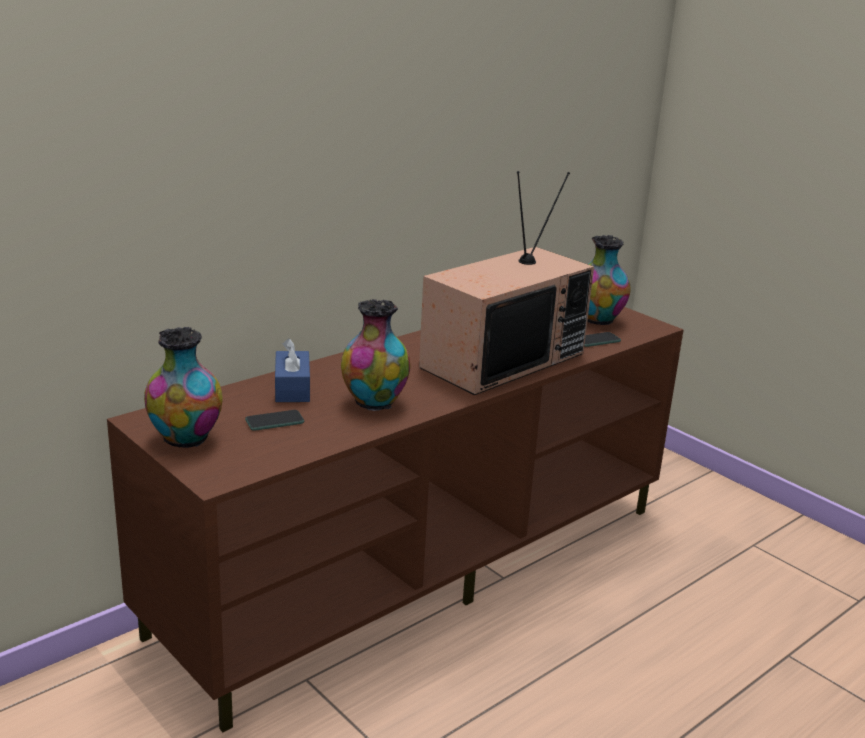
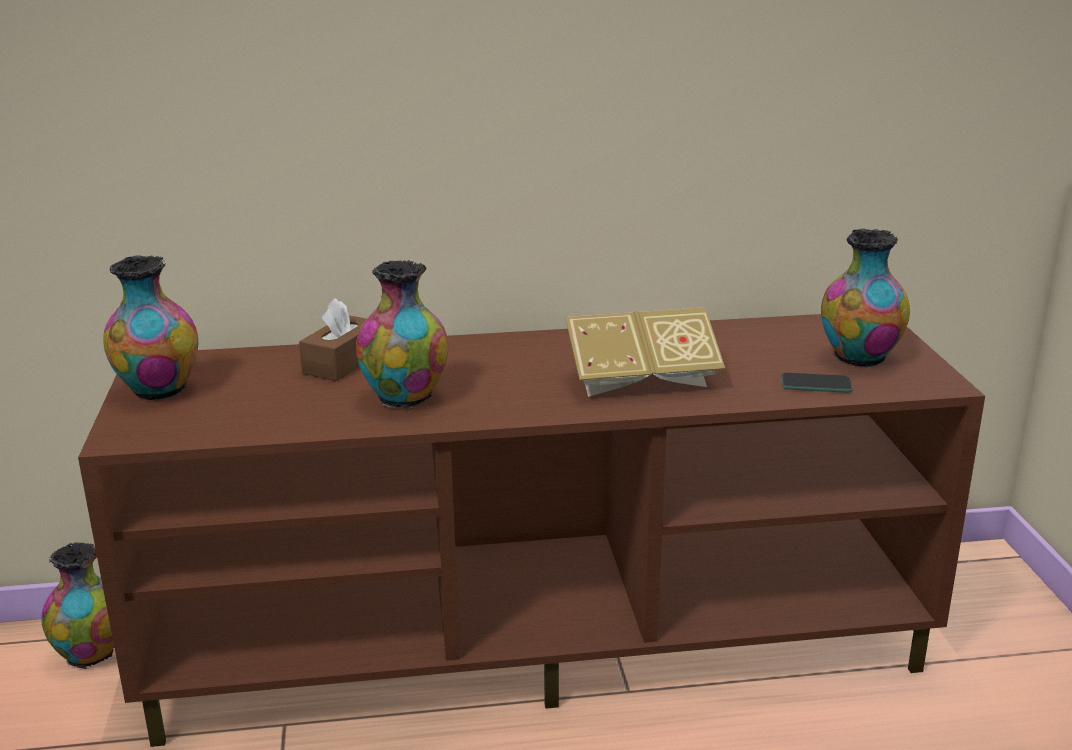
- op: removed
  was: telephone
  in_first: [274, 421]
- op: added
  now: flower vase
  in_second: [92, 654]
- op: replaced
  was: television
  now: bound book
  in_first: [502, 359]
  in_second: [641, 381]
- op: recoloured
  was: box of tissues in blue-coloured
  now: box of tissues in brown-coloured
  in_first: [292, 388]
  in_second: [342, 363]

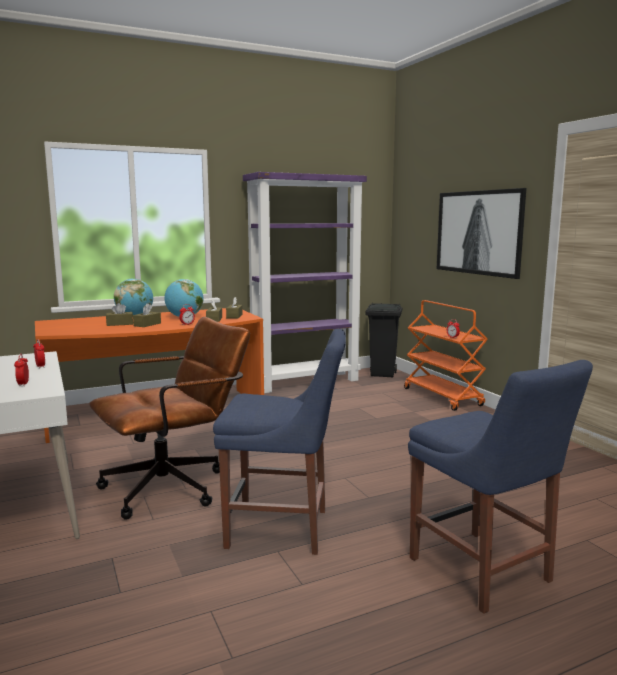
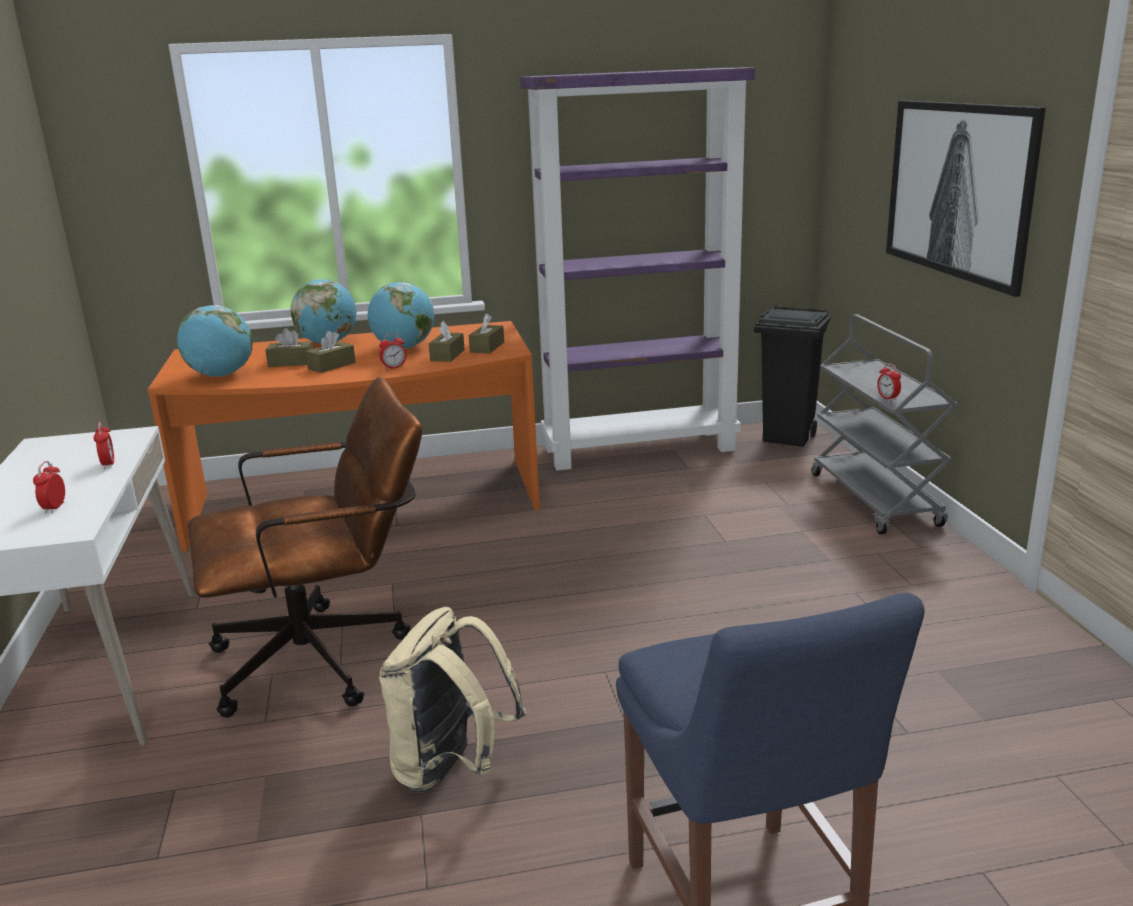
- op: added
  now: world globe
  in_second: [221, 375]
- op: replaced
  was: plain chair in blue-coloured
  now: backpack in beige
  in_first: [283, 529]
  in_second: [451, 769]
- op: recoloured
  was: cart in orange
  now: cart in gray
  in_first: [443, 397]
  in_second: [875, 500]

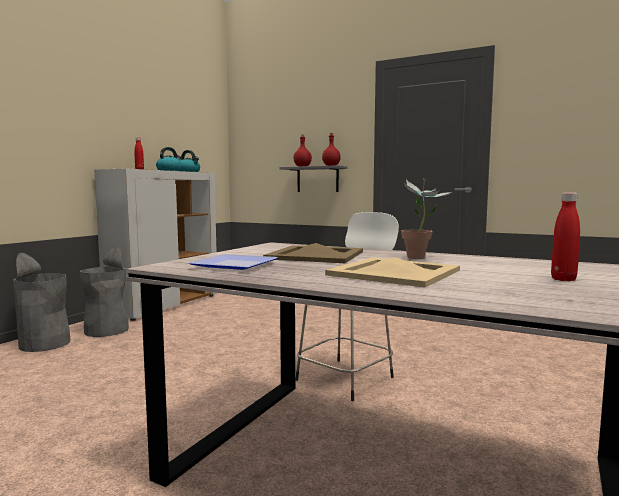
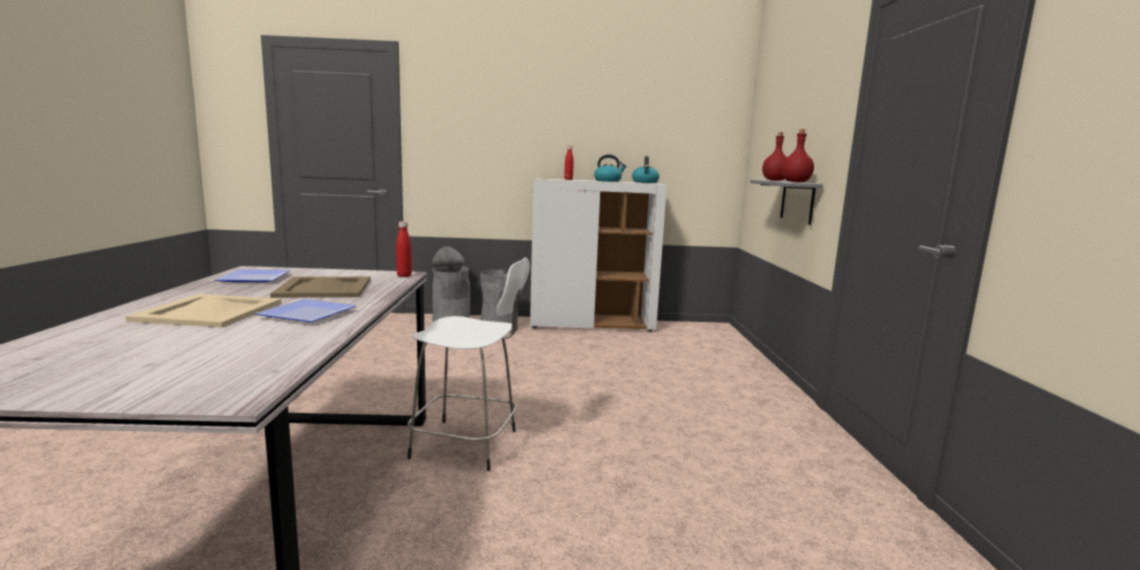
- op: moved
  was: bottle in red
  in_first: [563, 279]
  in_second: [404, 276]
- op: replaced
  was: plant in a pot
  now: plate
  in_first: [421, 258]
  in_second: [311, 314]

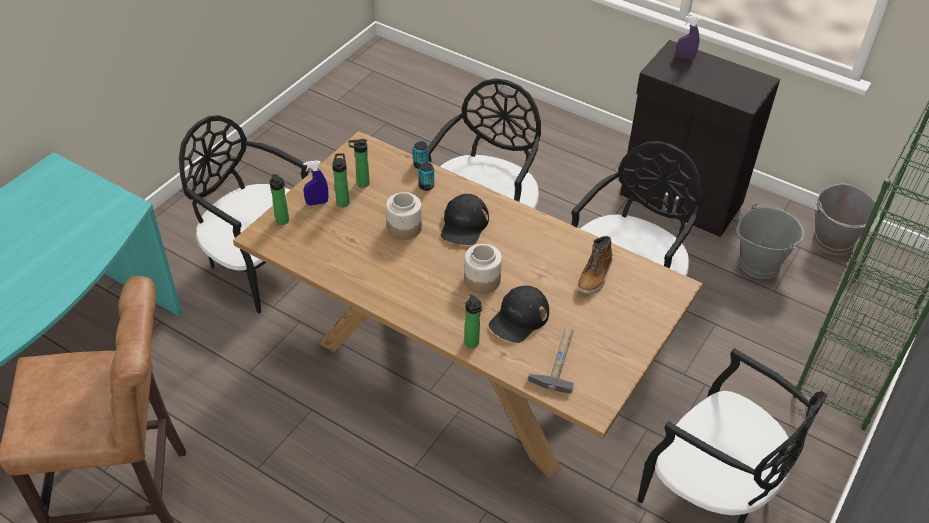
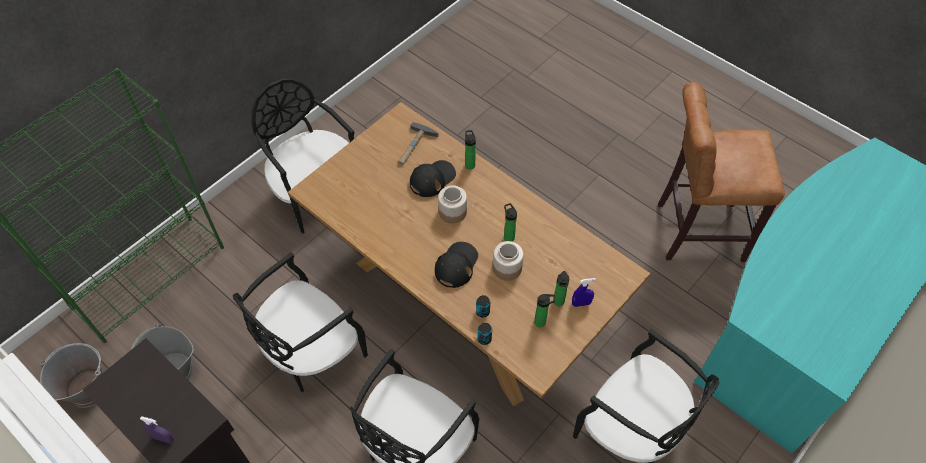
- op: removed
  was: tall boot
  in_first: [595, 275]
- op: moved
  was: bottle
  in_first: [283, 222]
  in_second: [508, 236]

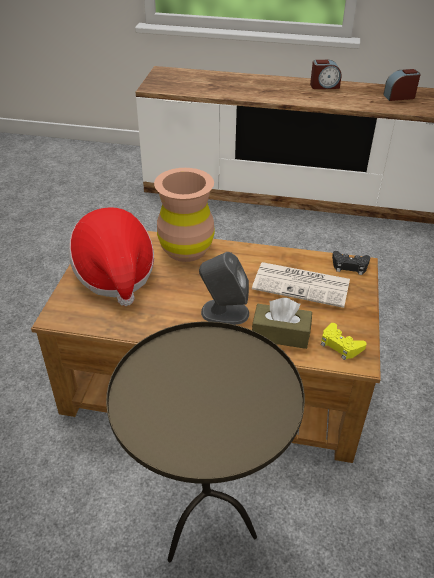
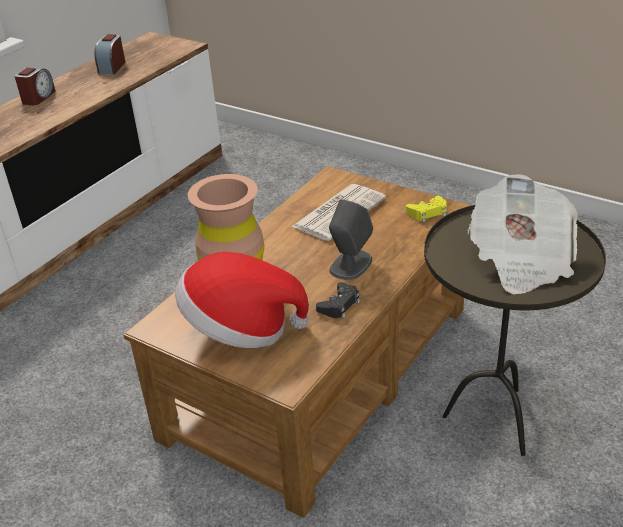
- op: removed
  was: box of tissues in brown-coloured
  in_first: [280, 334]
- op: added
  now: daily paper
  in_second: [520, 259]
- op: moved
  was: joypad in black
  in_first: [349, 266]
  in_second: [339, 305]

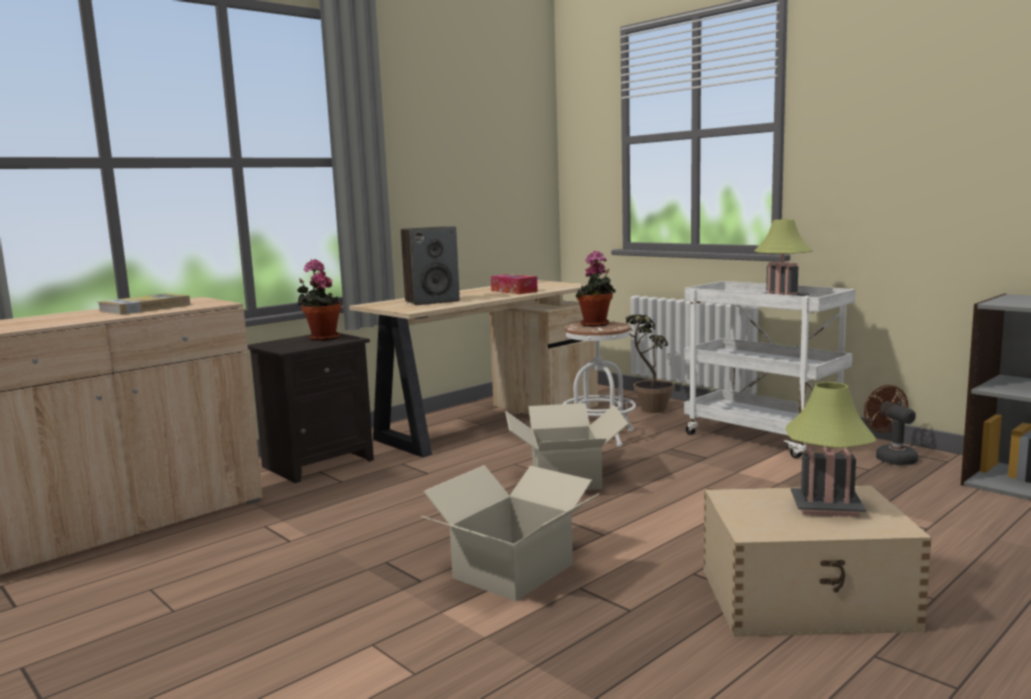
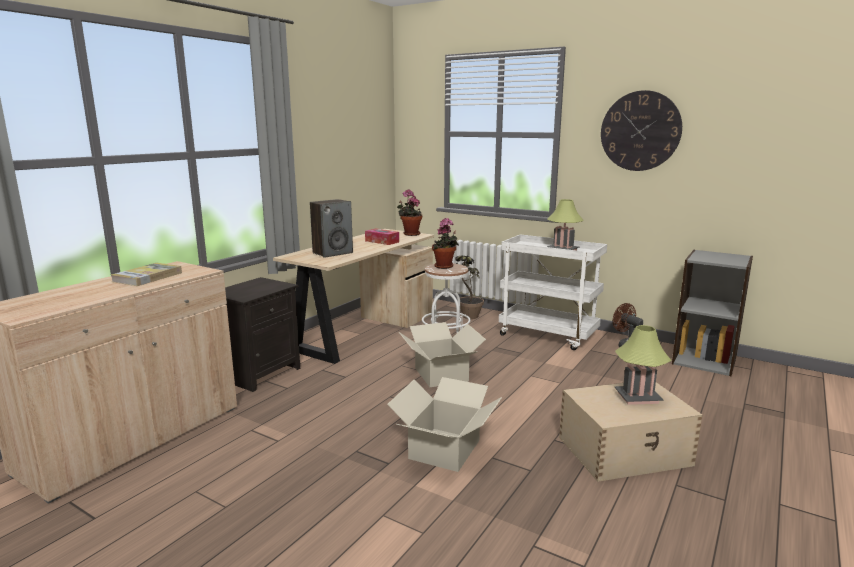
- op: added
  now: hanging clock
  in_second: [640, 131]
- op: moved
  was: plant in a pot
  in_first: [322, 338]
  in_second: [410, 234]

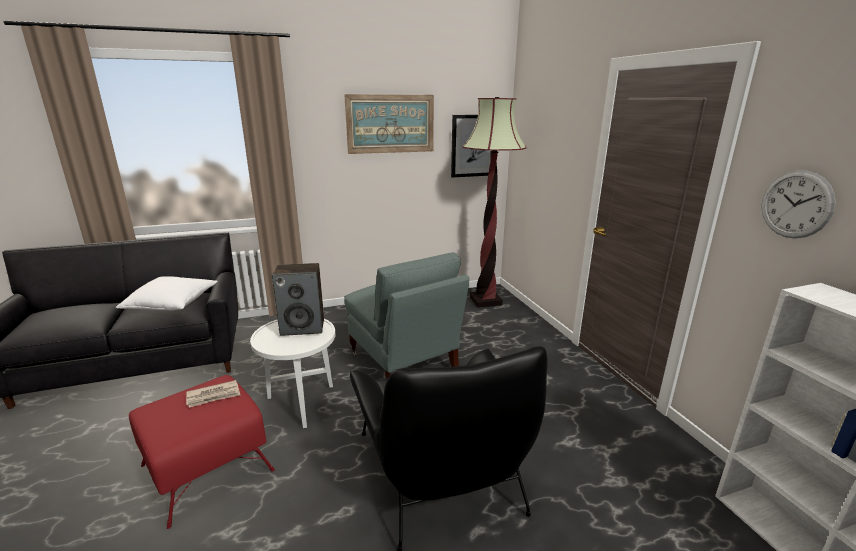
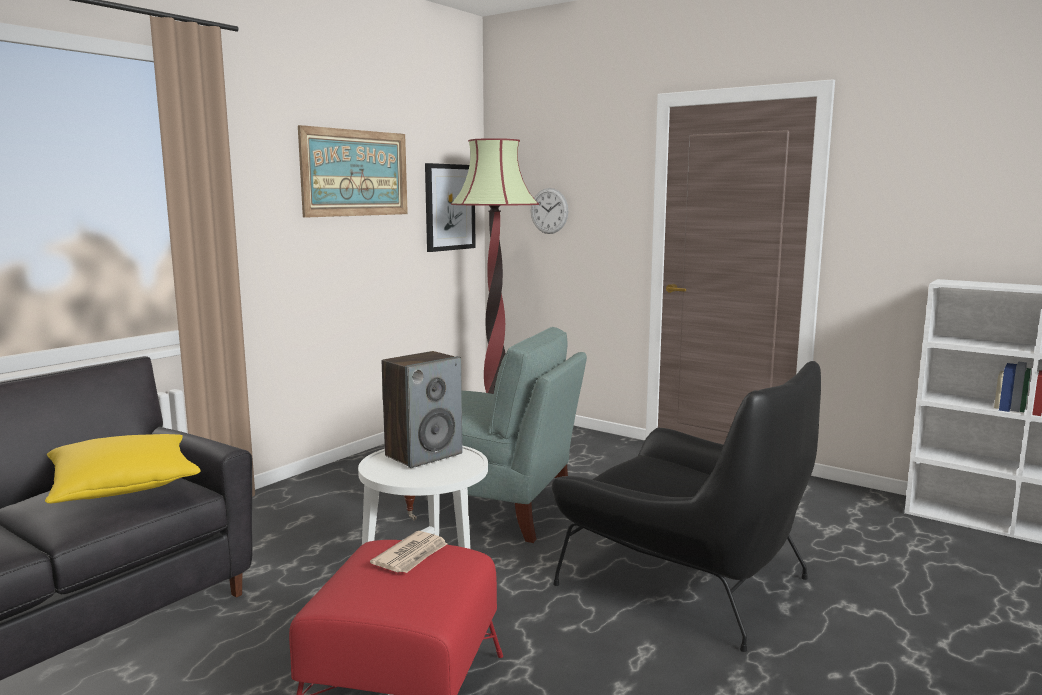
- op: moved
  was: hanging clock
  in_first: [796, 204]
  in_second: [549, 211]
- op: recoloured
  was: pillow in white-coloured
  now: pillow in yellowish
  in_first: [172, 304]
  in_second: [124, 486]

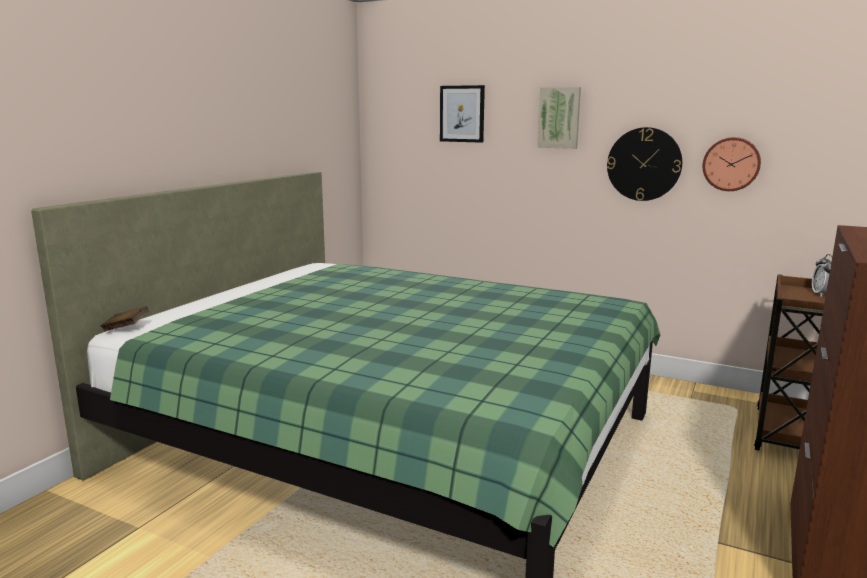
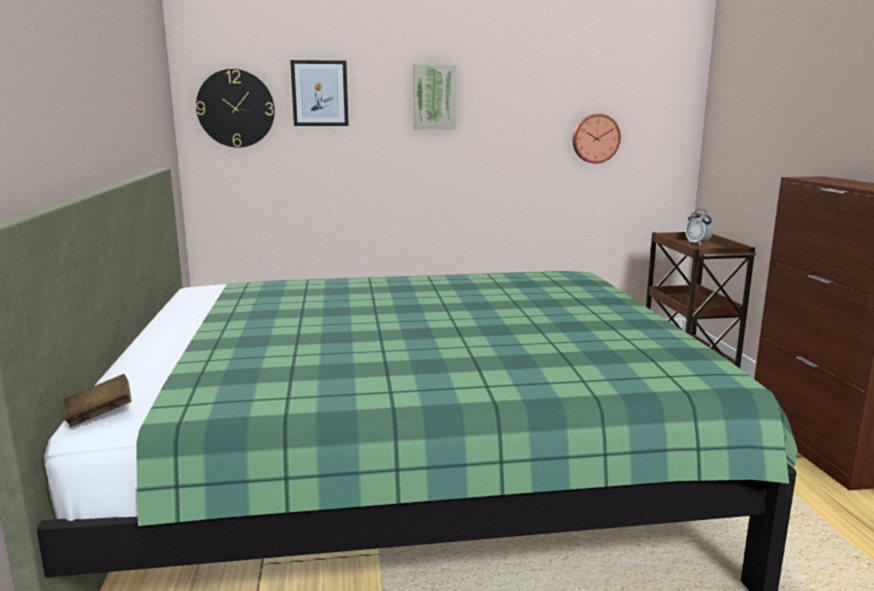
- op: moved
  was: hanging clock
  in_first: [644, 164]
  in_second: [236, 108]

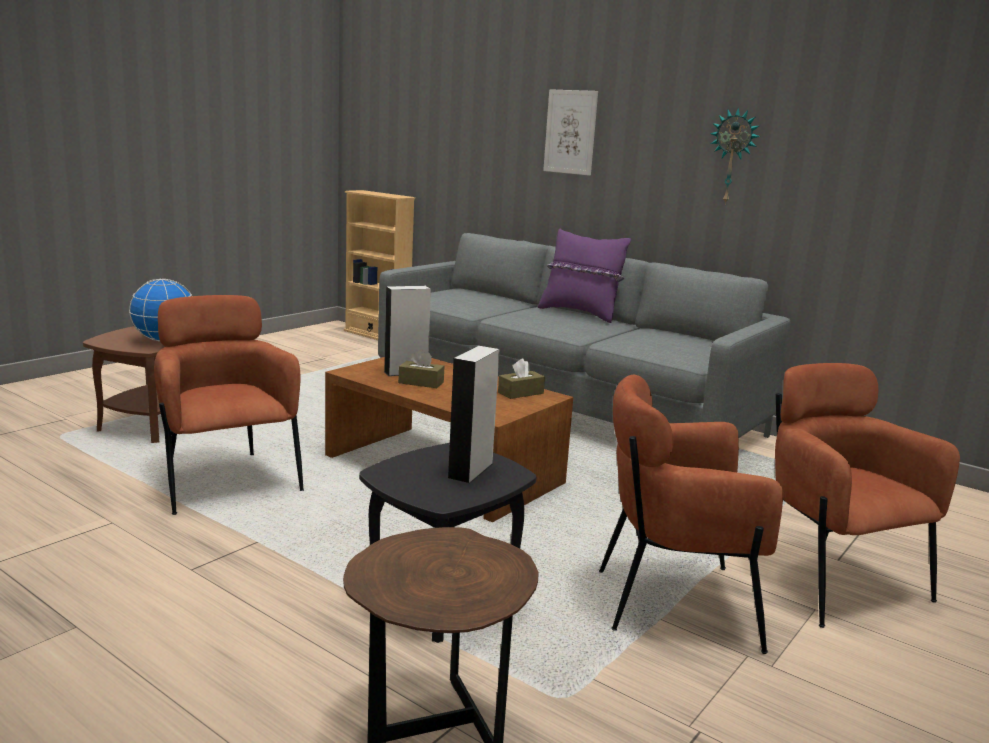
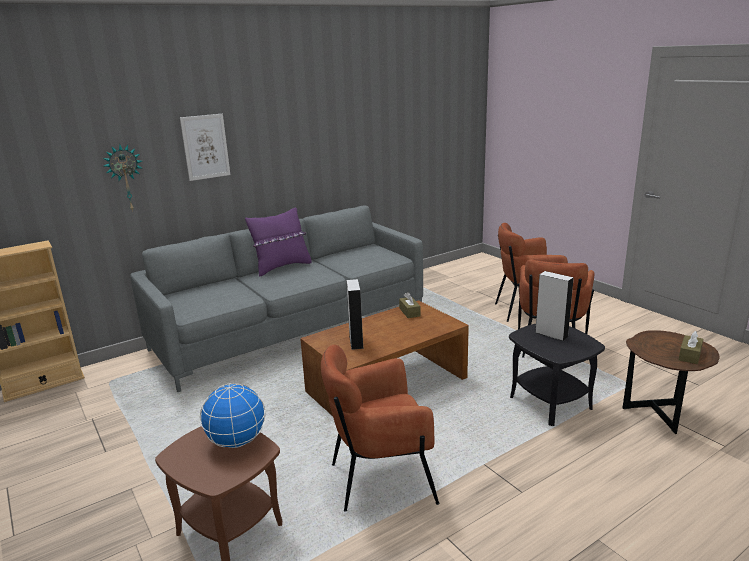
- op: moved
  was: box of tissues in brown-coloured
  in_first: [421, 382]
  in_second: [689, 355]
- op: moved
  was: hanging clock
  in_first: [733, 156]
  in_second: [125, 178]

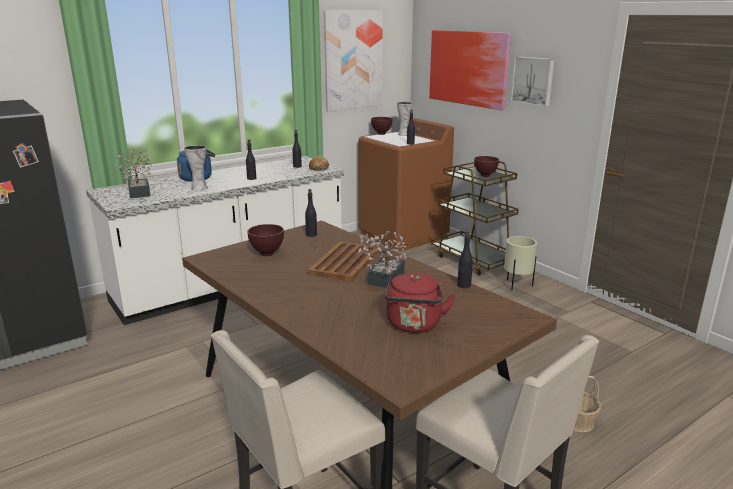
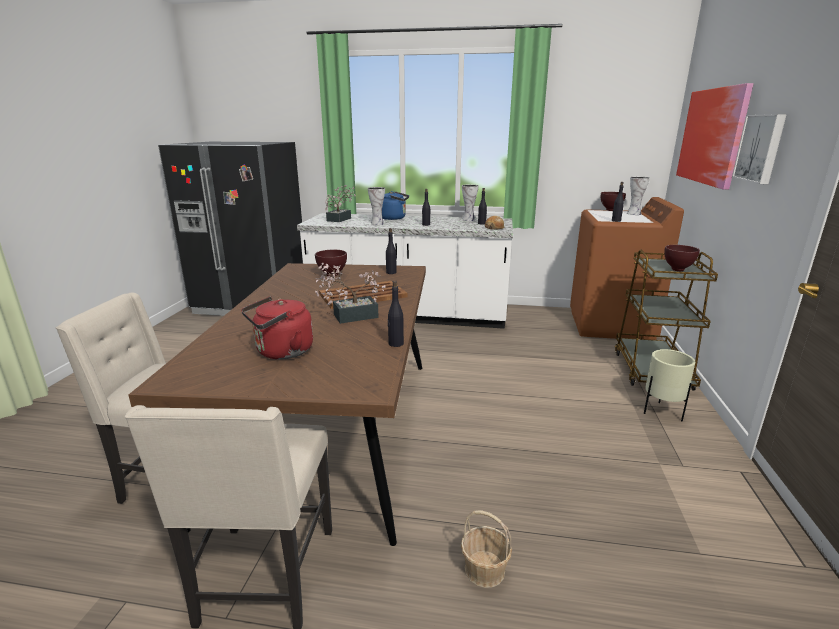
- op: removed
  was: wall picture
  in_first: [353, 60]
- op: added
  now: flower vase
  in_second: [468, 219]

